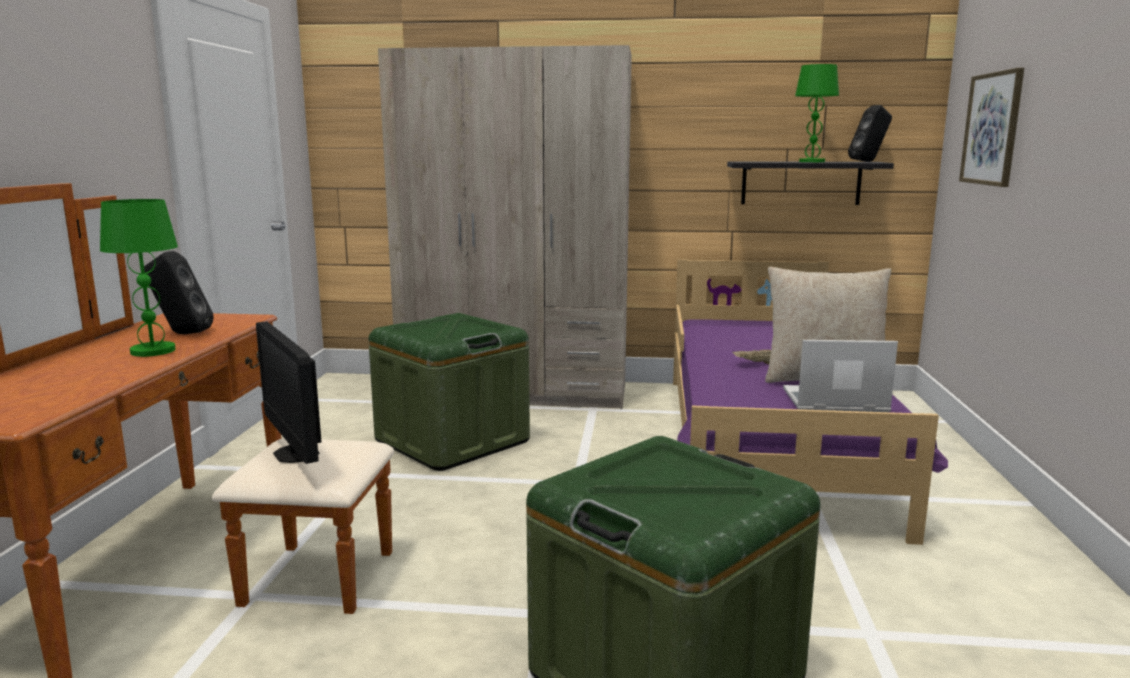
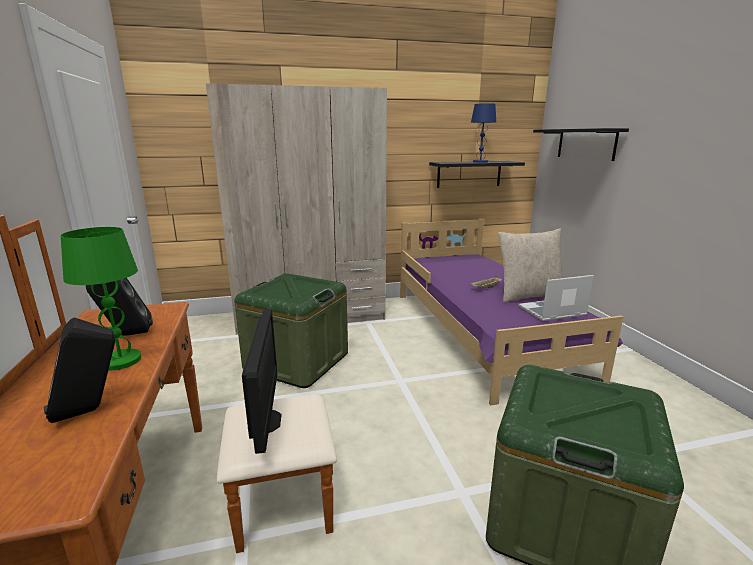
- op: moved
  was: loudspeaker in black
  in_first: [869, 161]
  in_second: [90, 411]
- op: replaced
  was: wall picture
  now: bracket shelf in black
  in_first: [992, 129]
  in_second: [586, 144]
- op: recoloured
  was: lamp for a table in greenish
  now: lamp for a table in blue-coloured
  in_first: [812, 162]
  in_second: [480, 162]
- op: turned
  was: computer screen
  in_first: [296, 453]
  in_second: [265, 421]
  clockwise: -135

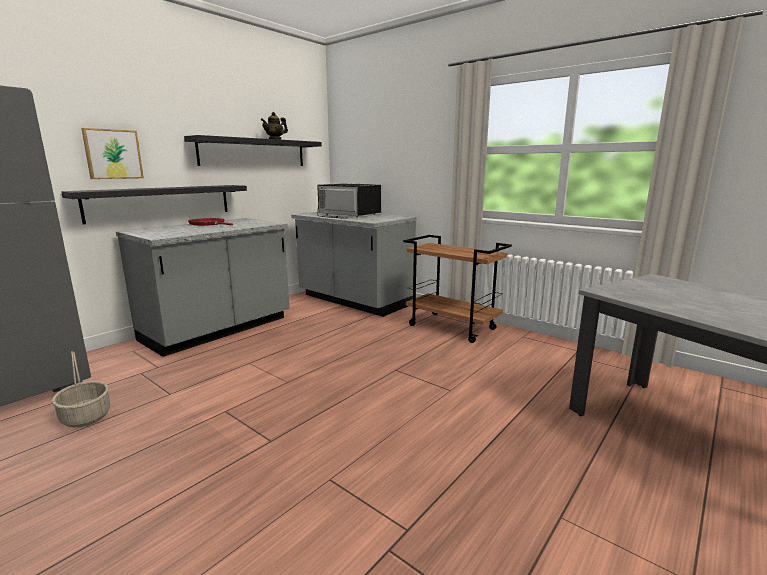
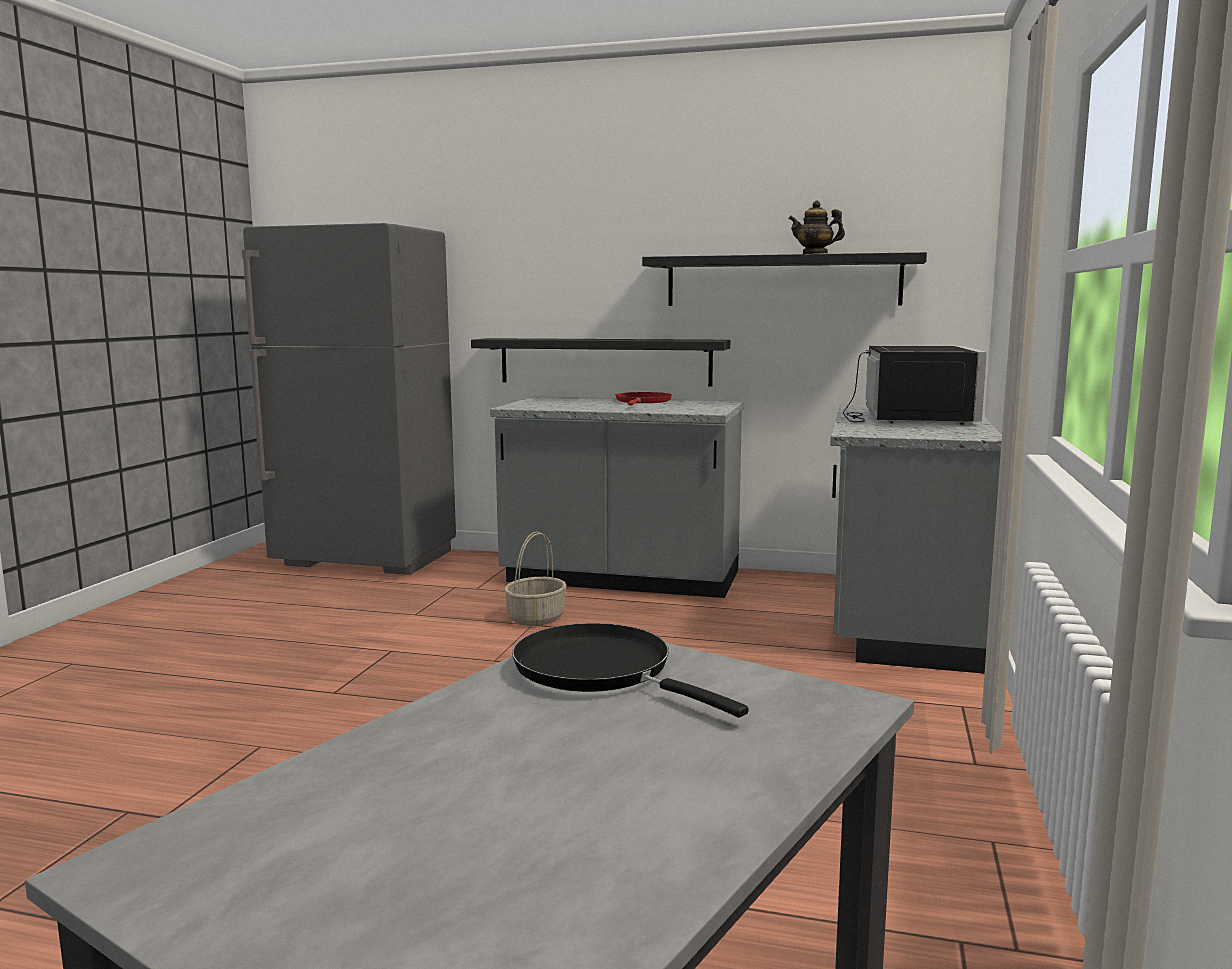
- op: removed
  was: wall picture
  in_first: [113, 154]
- op: removed
  was: cart in brown-coloured
  in_first: [453, 327]
- op: added
  now: pan in black
  in_second: [601, 671]
- op: moved
  was: household basket
  in_first: [85, 417]
  in_second: [536, 618]

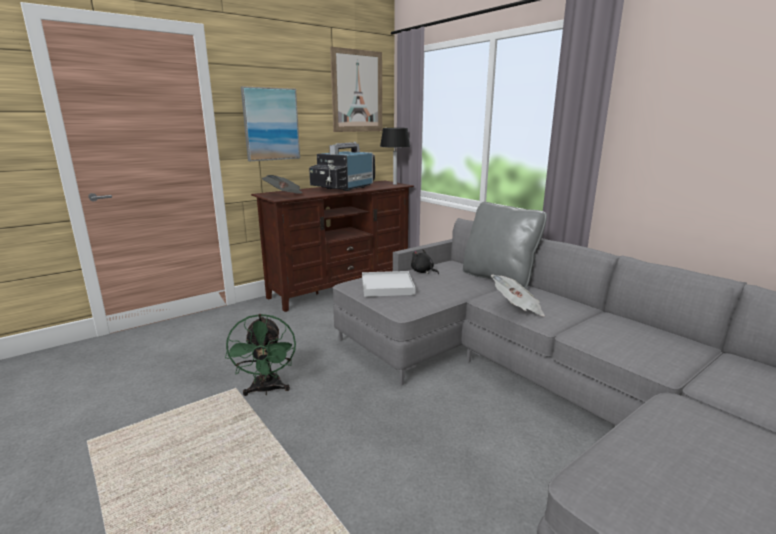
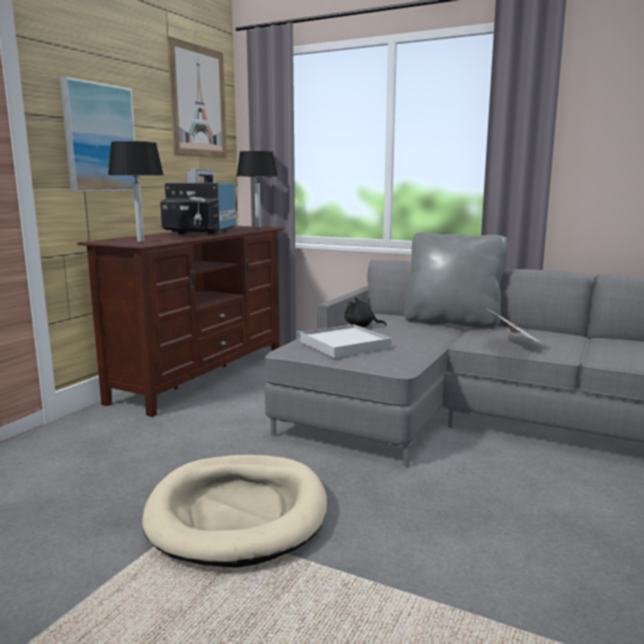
- op: replaced
  was: fan in greenish
  now: pet bed in beige
  in_first: [266, 390]
  in_second: [238, 513]
- op: replaced
  was: daily paper
  now: lamp for a table in black
  in_first: [285, 196]
  in_second: [140, 241]

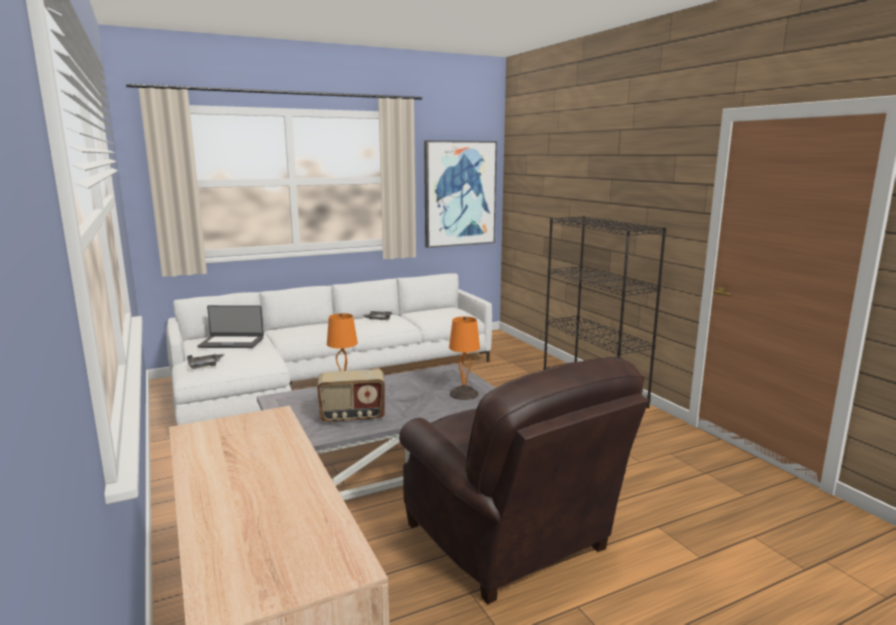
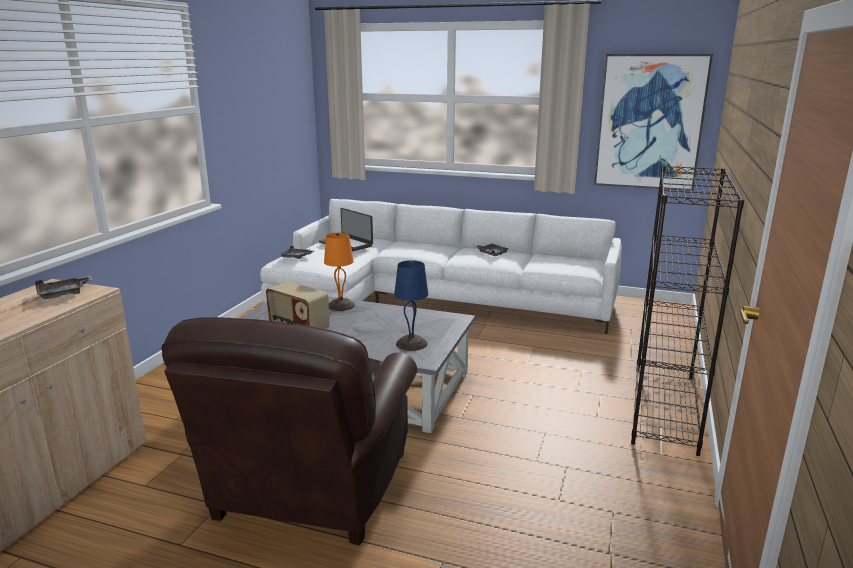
- op: added
  now: tray in gray
  in_second: [64, 294]
- op: recoloured
  was: lamp for a table in orange
  now: lamp for a table in blue-coloured
  in_first: [463, 393]
  in_second: [412, 343]

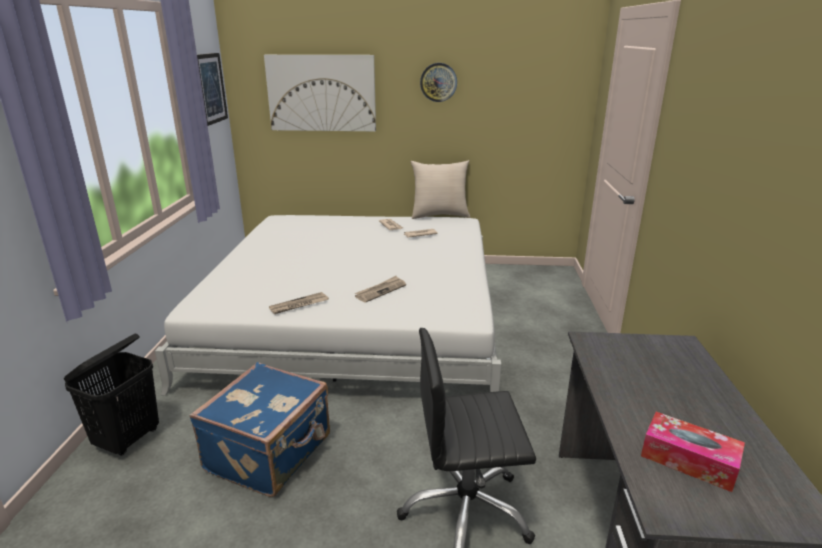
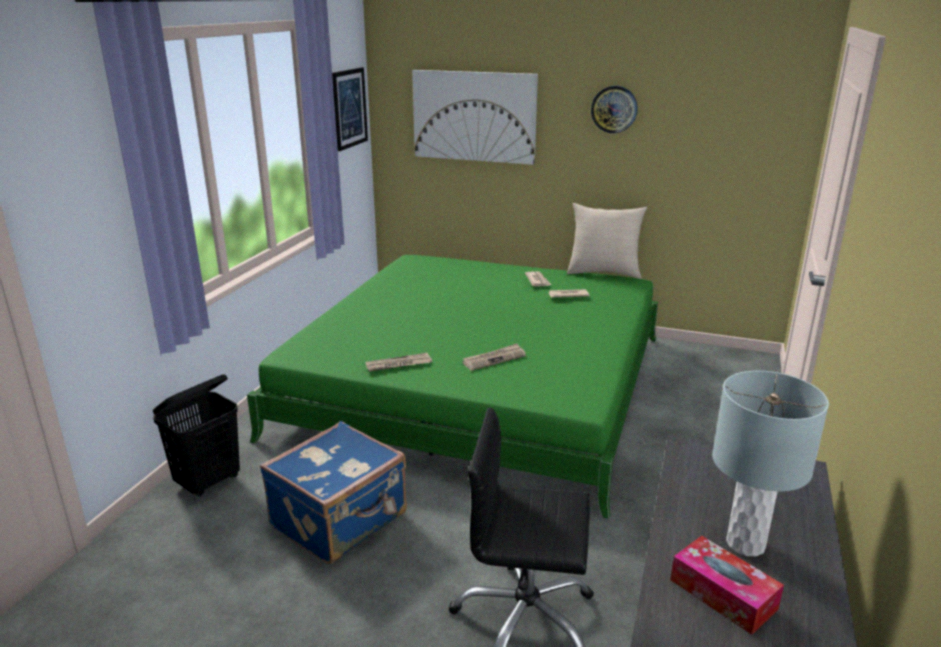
- op: added
  now: lamp for a table in gray
  in_second: [745, 543]
- op: recoloured
  was: bed in white-coloured
  now: bed in greenish
  in_first: [356, 316]
  in_second: [478, 384]

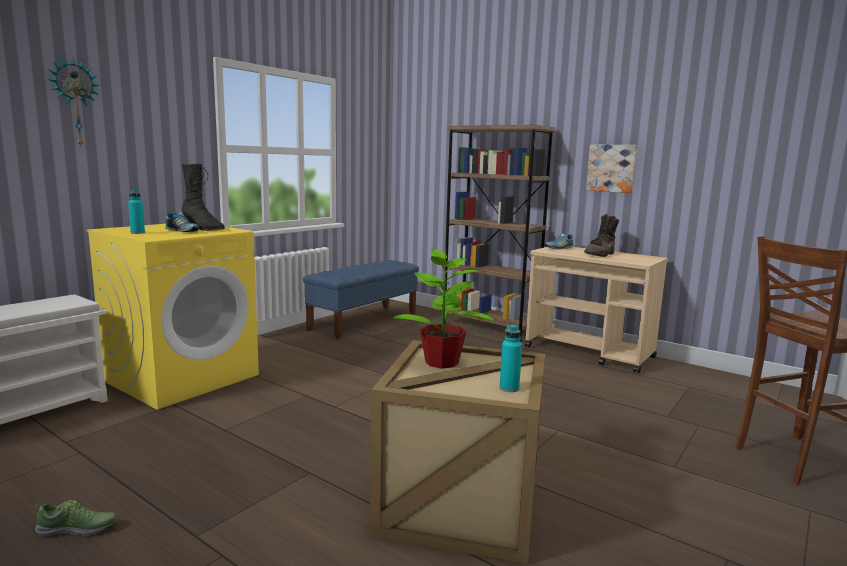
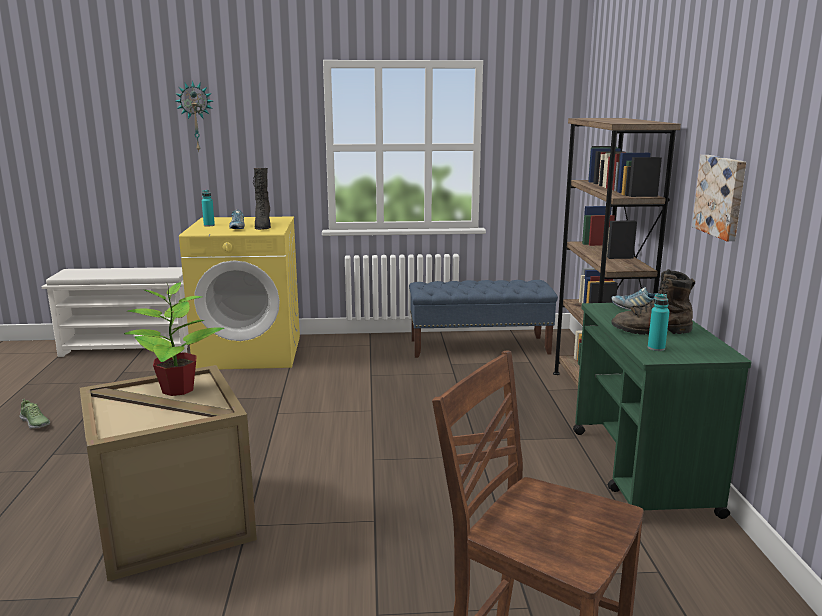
- op: moved
  was: bottle in blue-green
  in_first: [509, 388]
  in_second: [656, 348]
- op: recoloured
  was: cart in beige
  now: cart in greenish
  in_first: [590, 352]
  in_second: [642, 471]

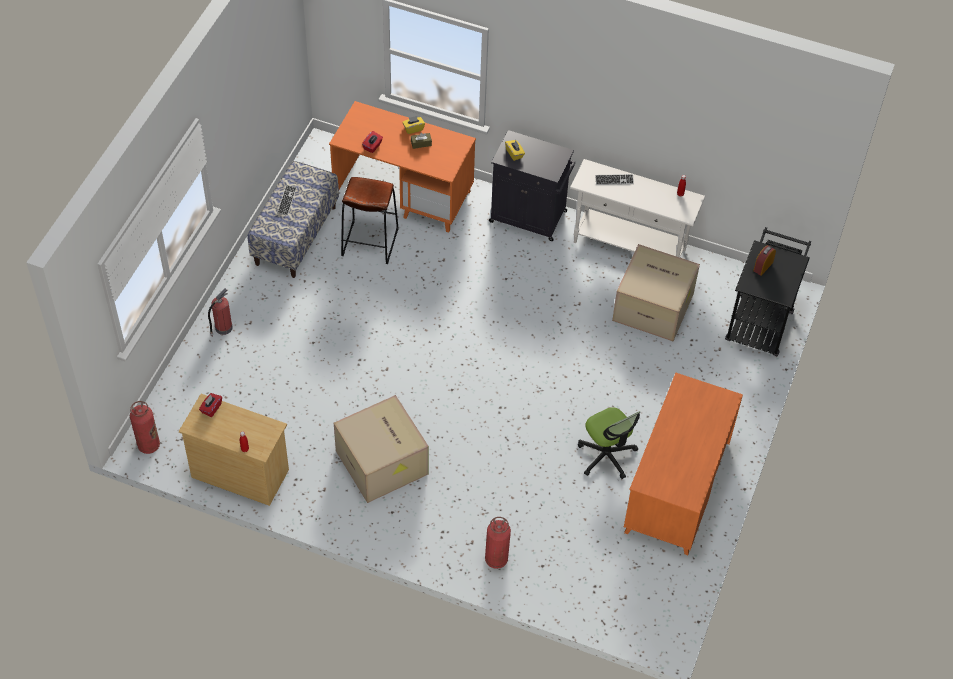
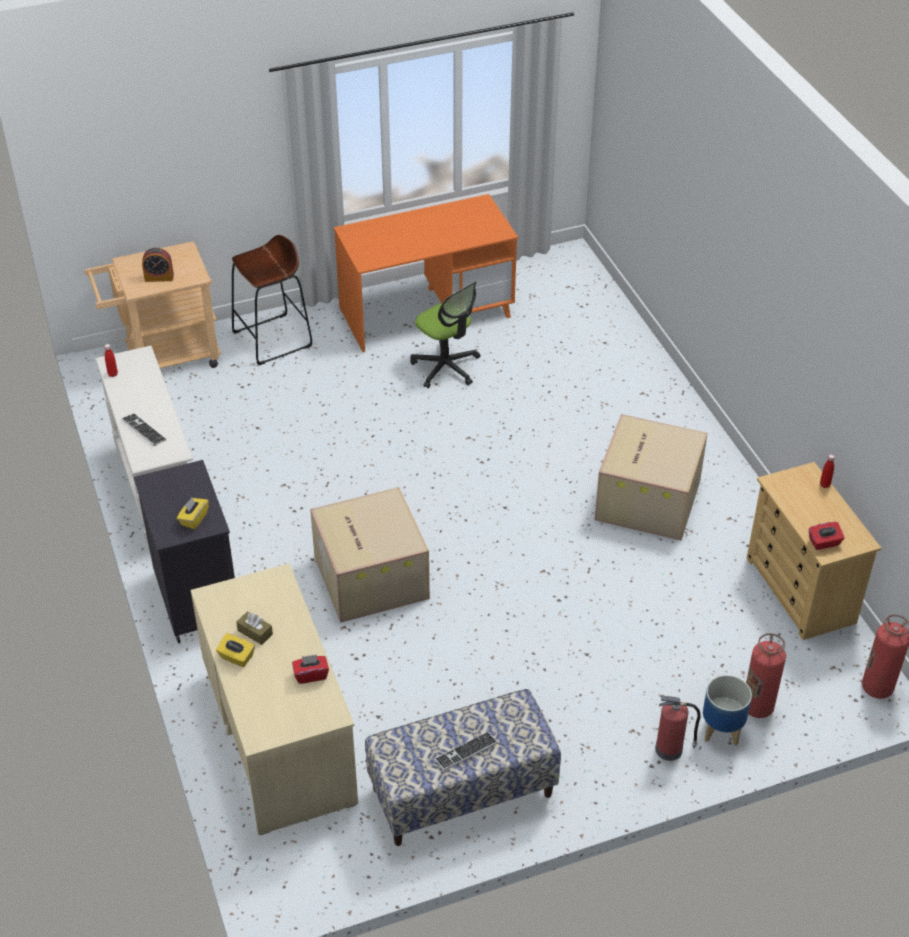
- op: added
  now: plant pot
  in_second: [721, 731]
- op: moved
  was: sitting stool in brown-coloured
  in_first: [369, 242]
  in_second: [272, 339]
- op: moved
  was: extinguisher
  in_first: [496, 559]
  in_second: [757, 707]
- op: moved
  was: cardboard box
  in_first: [654, 306]
  in_second: [369, 577]
- op: recoloured
  was: desk unit in orange
  now: desk unit in beige
  in_first: [404, 193]
  in_second: [278, 736]
- op: recoloured
  was: cart in black
  now: cart in beige
  in_first: [761, 320]
  in_second: [164, 357]
- op: turned
  was: computer chair
  in_first: [606, 456]
  in_second: [446, 367]
  clockwise: 120

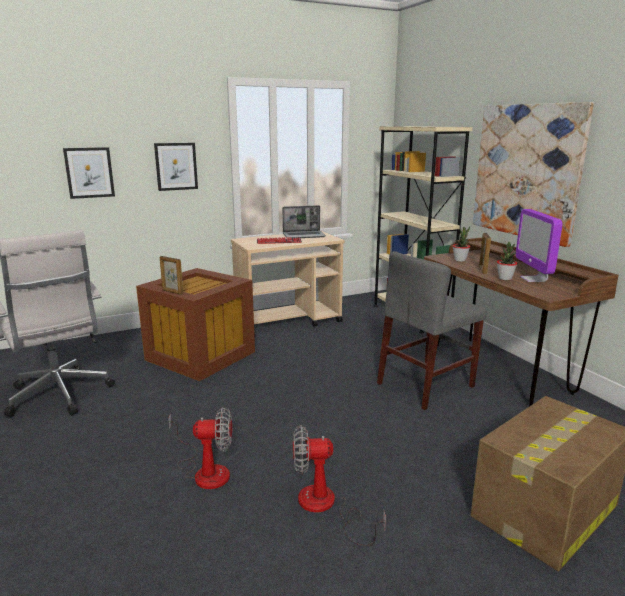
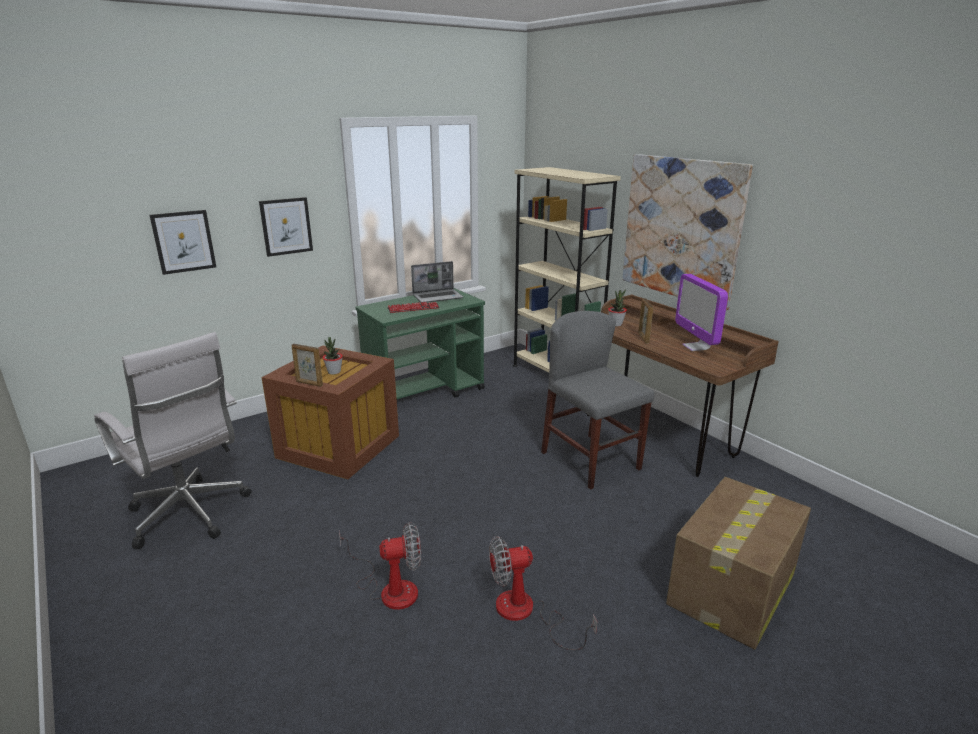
- op: moved
  was: plant in a pot
  in_first: [505, 278]
  in_second: [334, 372]
- op: recoloured
  was: cart in beige
  now: cart in greenish
  in_first: [289, 321]
  in_second: [425, 393]
- op: turned
  was: plain chair in gray
  in_first: [425, 385]
  in_second: [590, 460]
  clockwise: 105

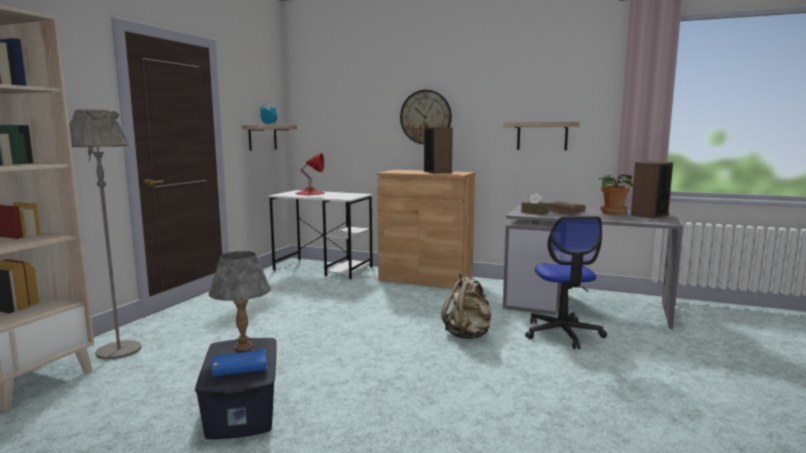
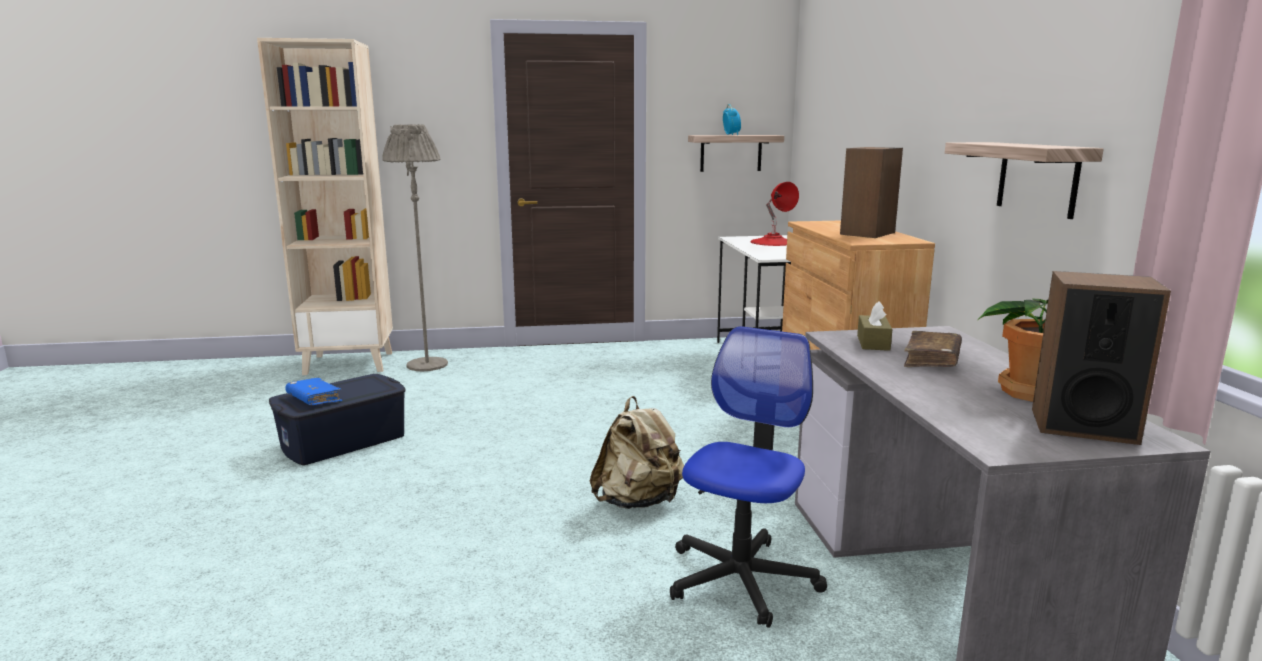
- op: removed
  was: lamp for a table in gray
  in_first: [243, 347]
- op: removed
  was: hanging clock
  in_first: [425, 117]
- op: turned
  was: computer chair
  in_first: [562, 333]
  in_second: [741, 579]
  clockwise: 150

